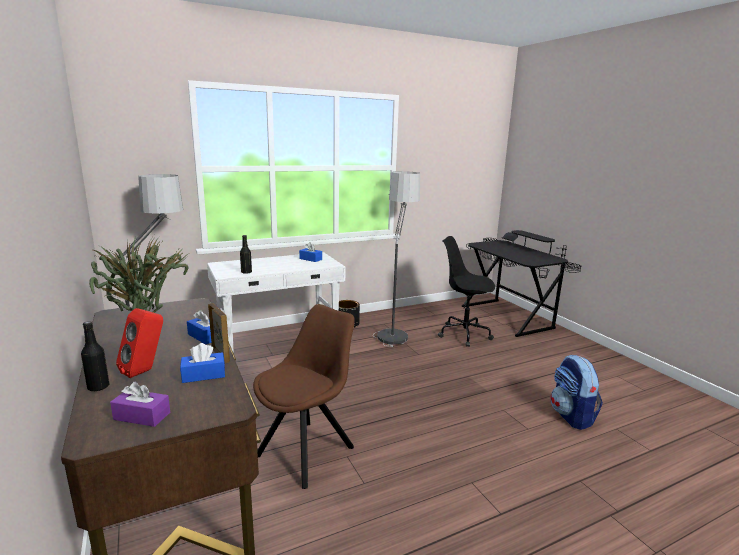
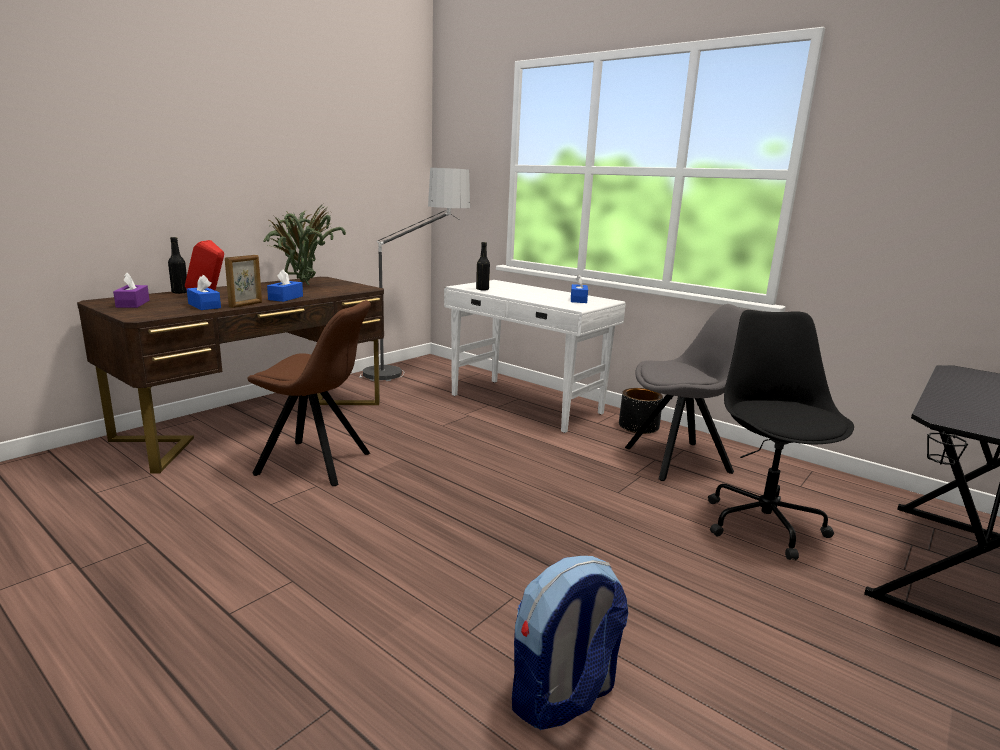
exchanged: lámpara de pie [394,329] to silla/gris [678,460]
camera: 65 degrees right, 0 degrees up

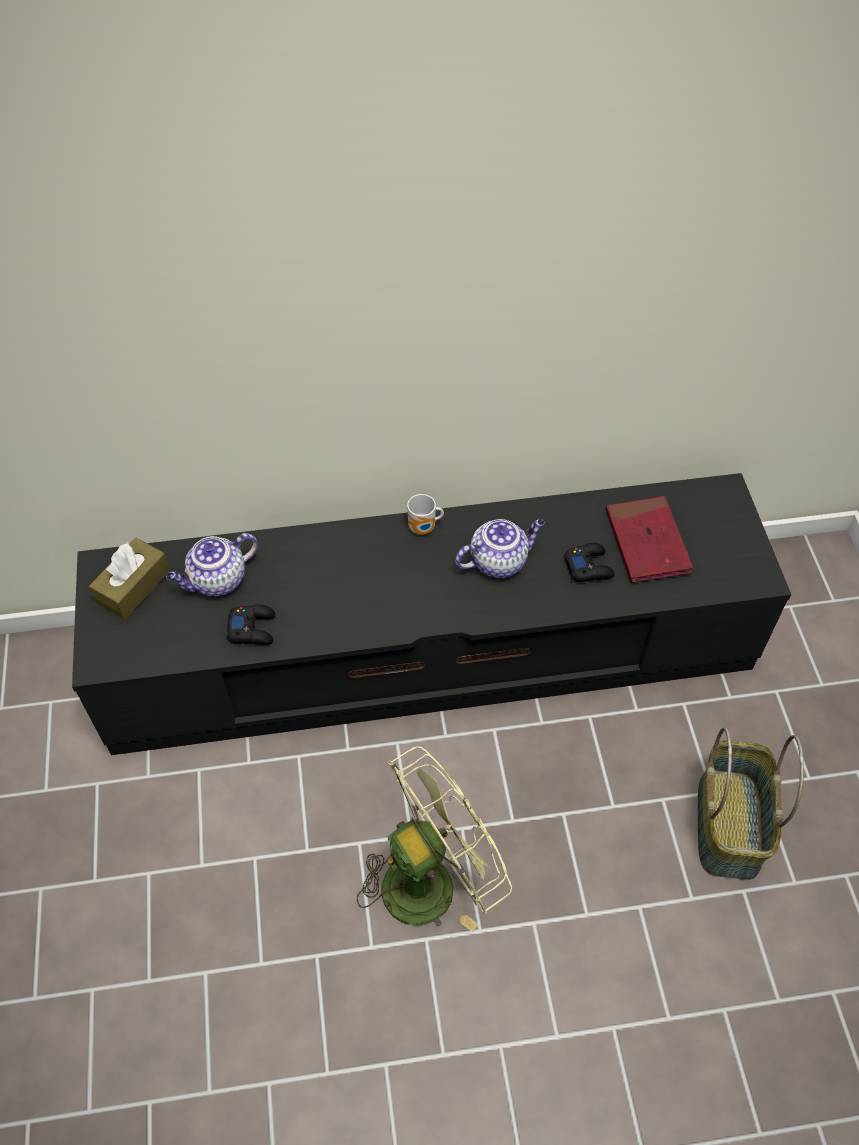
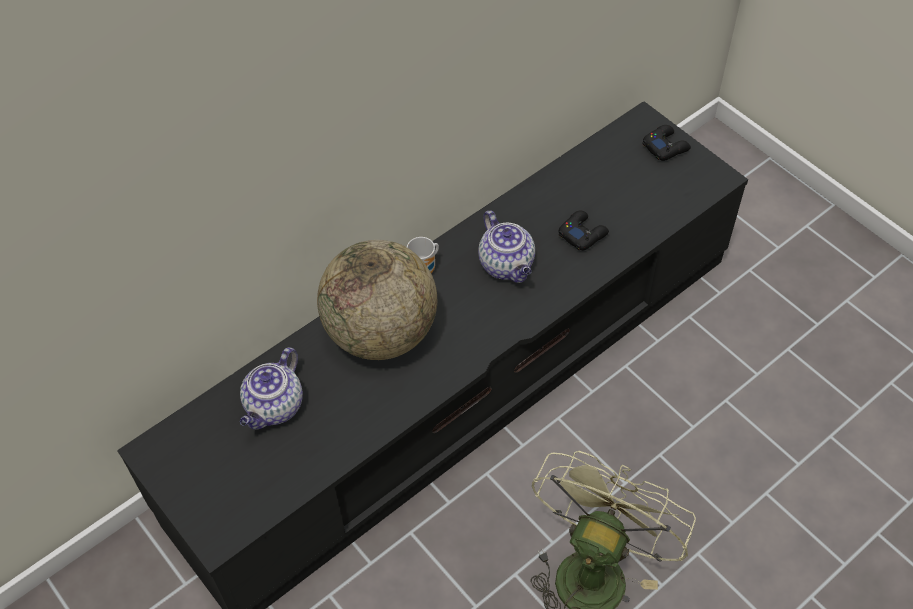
missing: caja de pañuelos/marrón [133,587]; libro/rojo [647,542]; cesta [730,825]
appeared: globo terráqueo [382,333]
relocated: mando de consola/negro [252,628] to [665,146]
spun: tetera [499,561] = [507,265] 120 degrees clockwise
camera: 30 degrees left, 0 degrees up

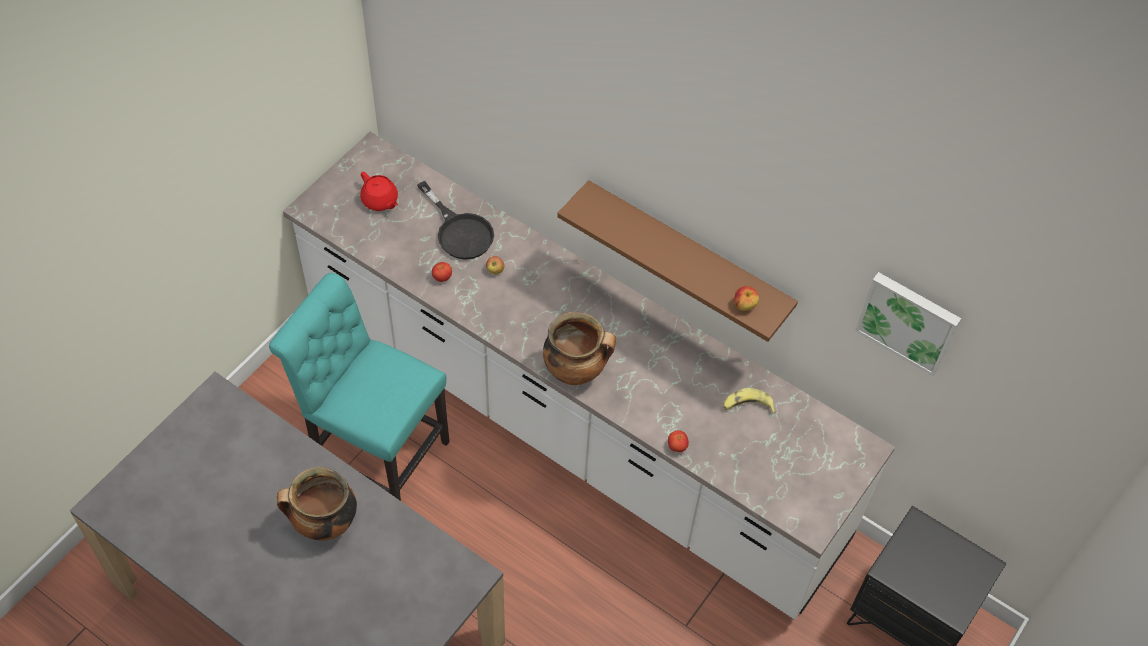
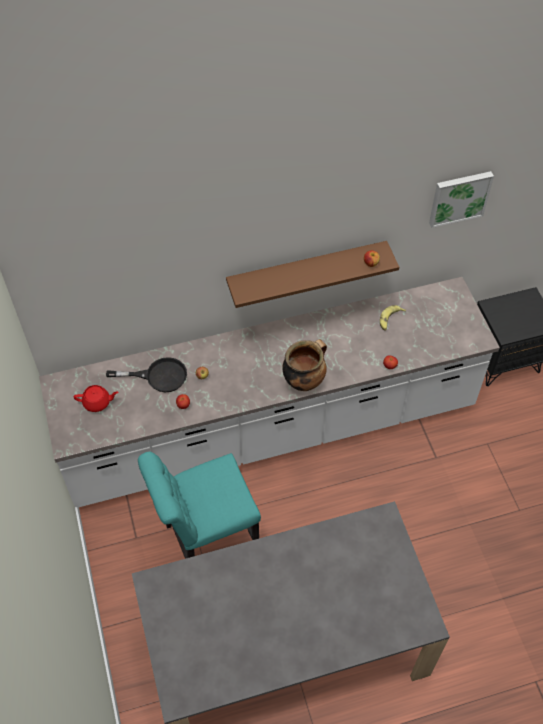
missing: olla [324,524]
camera: 50 degrees left, 0 degrees up

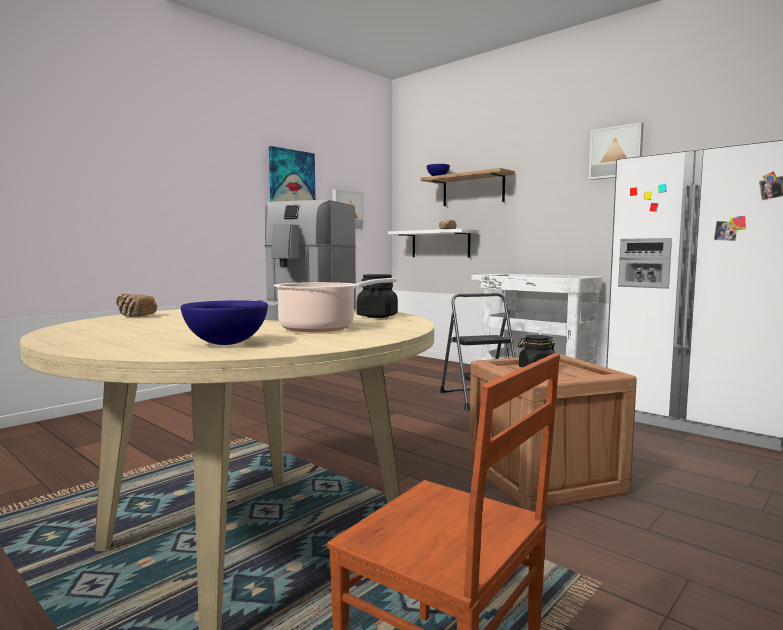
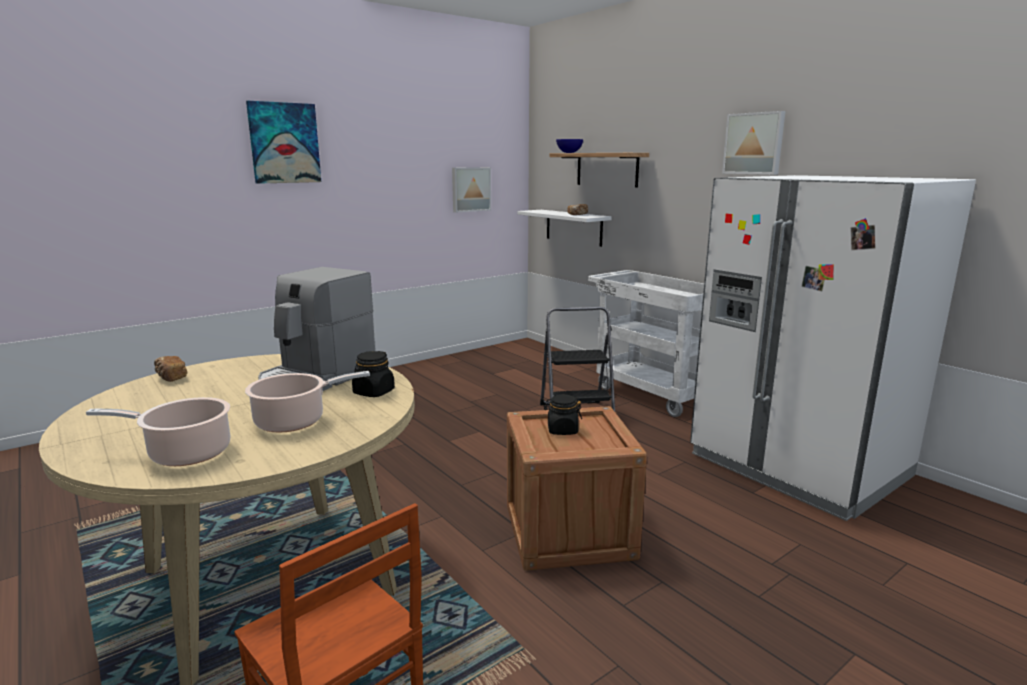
relocated: cuadro [291,182] to [284,143]
exchanged: cuenco/azul [225,343] to olla [184,453]
camera: 10 degrees right, 10 degrees up

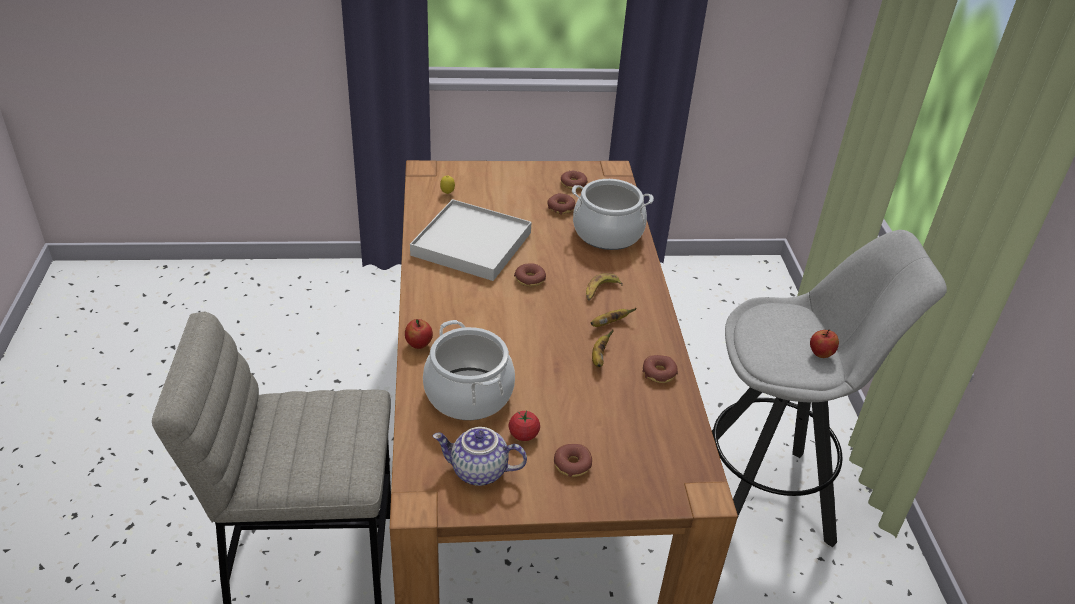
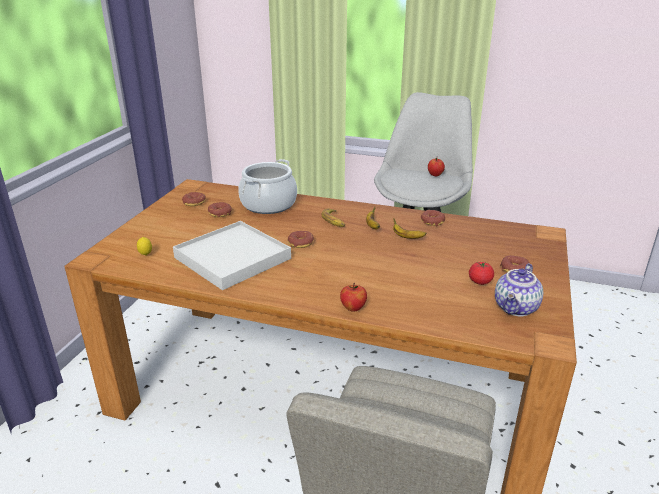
missing: olla [468,394]
camera: 65 degrees left, 10 degrees down

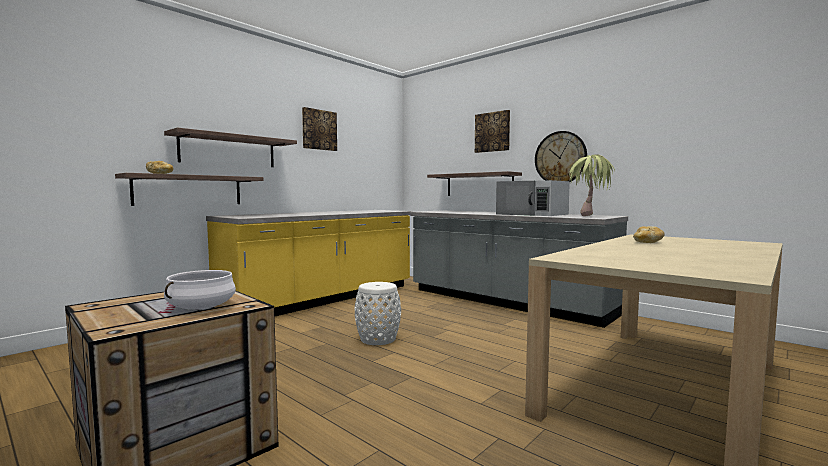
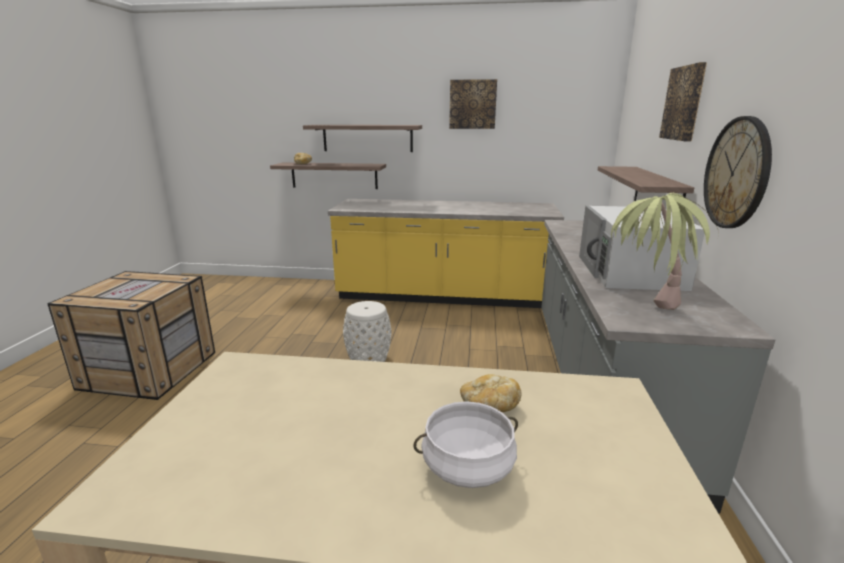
relocated: olla/blanco [201,307] to [468,466]
camera: 55 degrees right, 15 degrees up

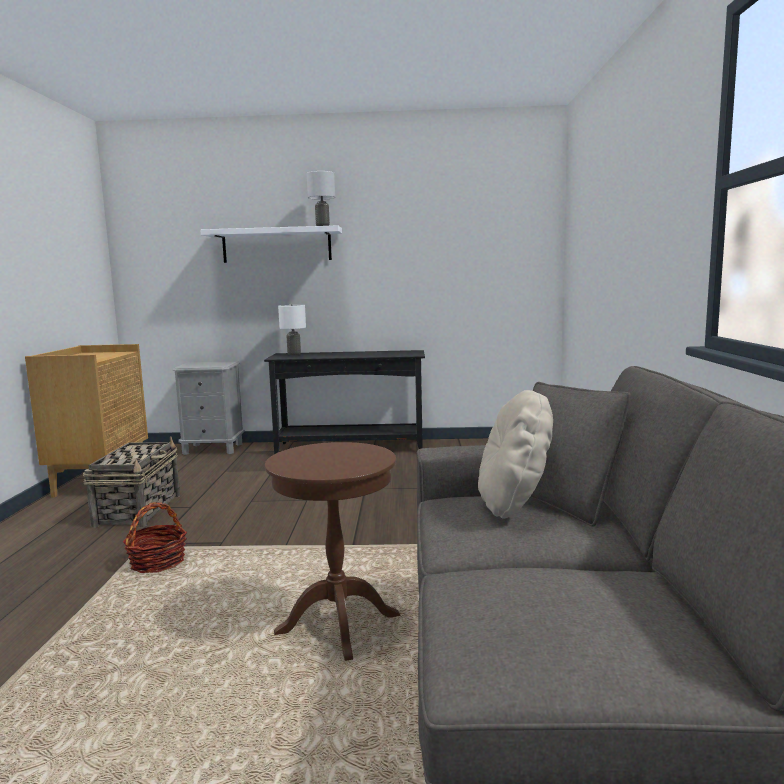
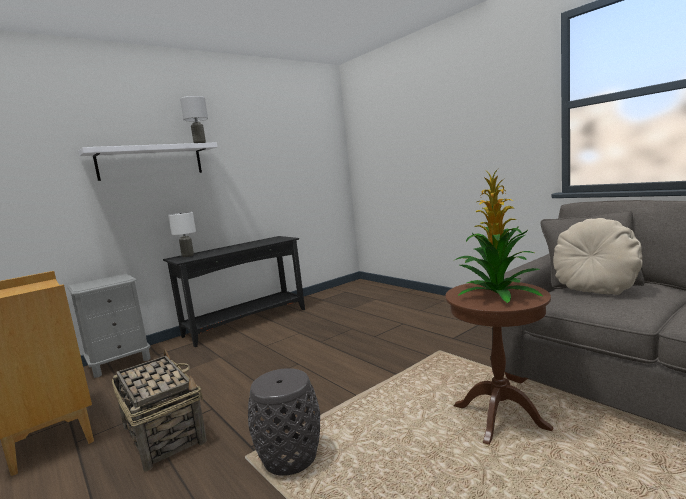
appeared: planta en maceta [496,293]
exchanged: cesta [157,562] to taburete/gris [290,457]
camera: 40 degrees left, 0 degrees up

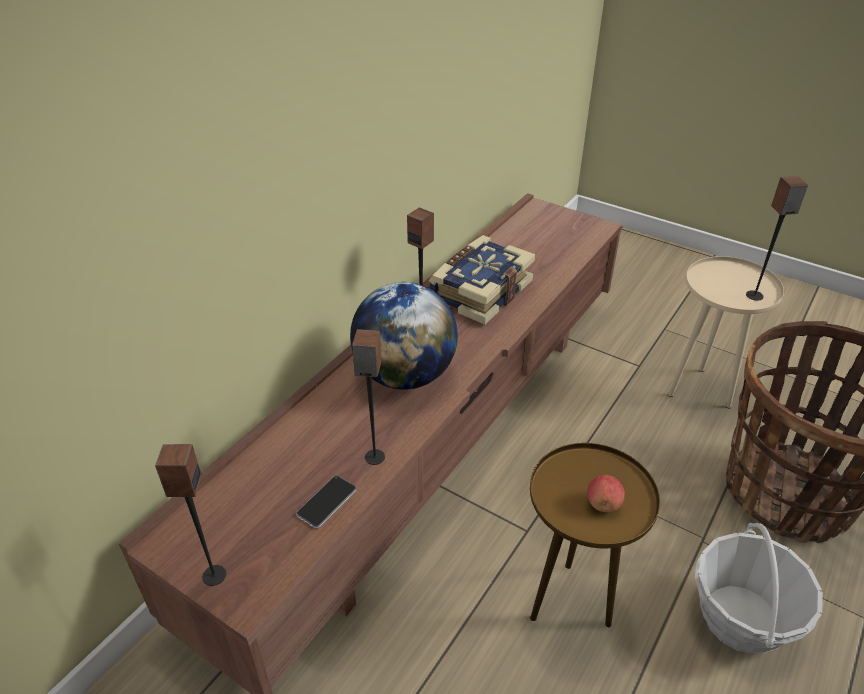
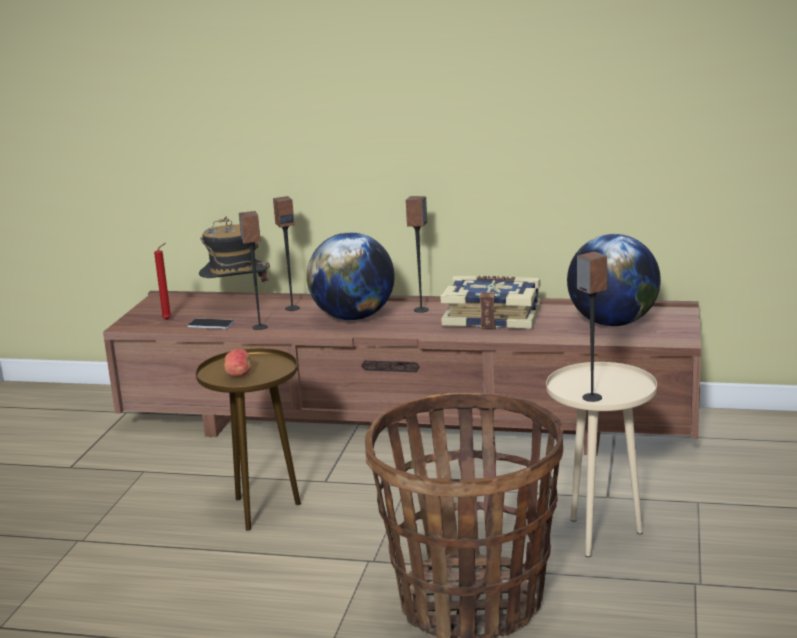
missing: cesta [741,618]
appeared: vela/rojo [168,320]; sombrero [237,301]; globo terráqueo [613,323]
relocated: altavoz [213,575] to [292,308]
camera: 70 degrees right, 20 degrees down

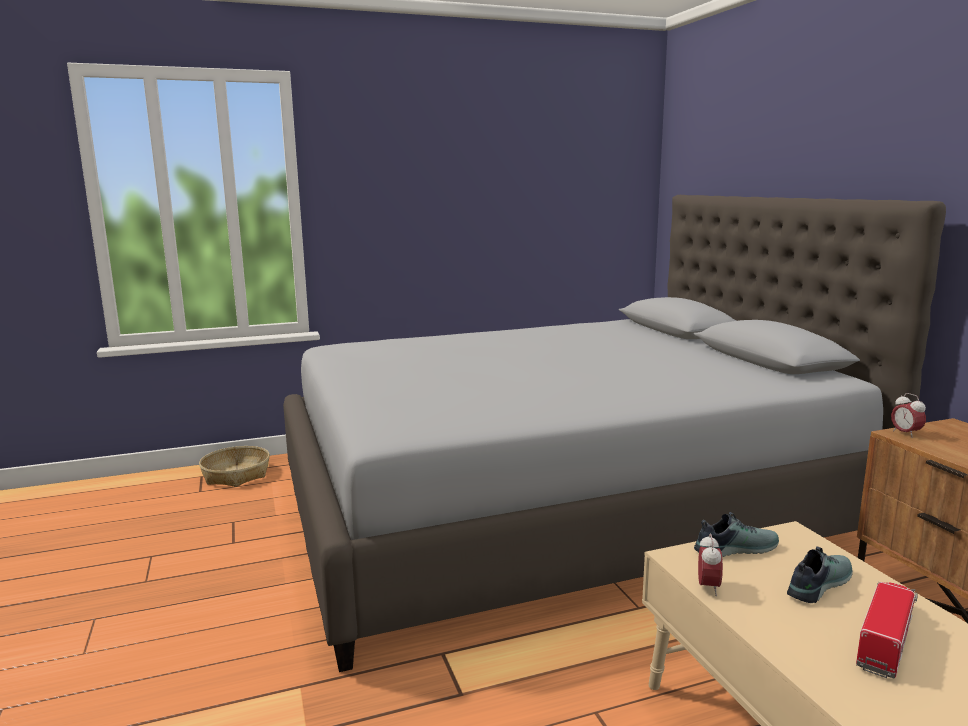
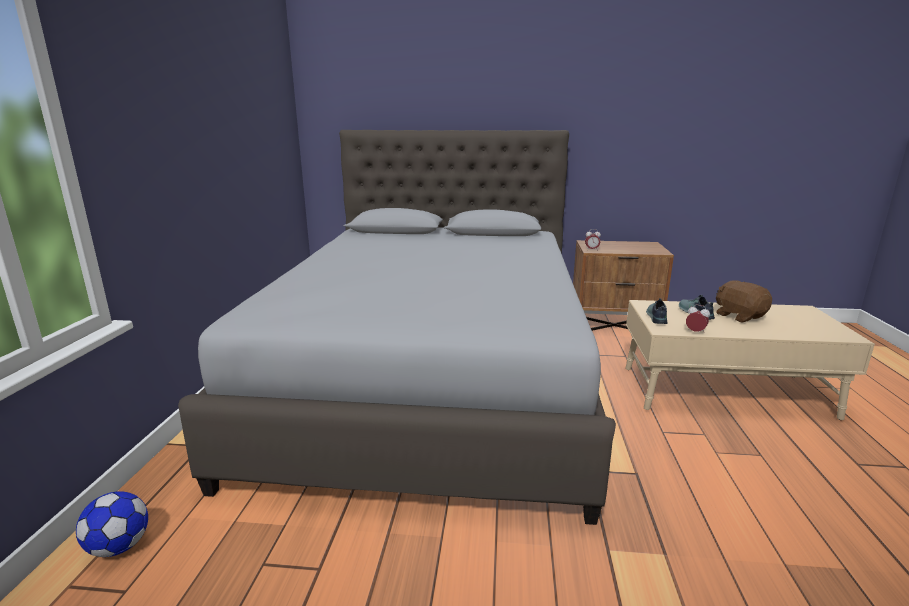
exchanged: cesta [236,475] to balón de fútbol [119,547]; camión de juguete [886,637] to peluche/marrón [739,316]
camera: 65 degrees left, 5 degrees up

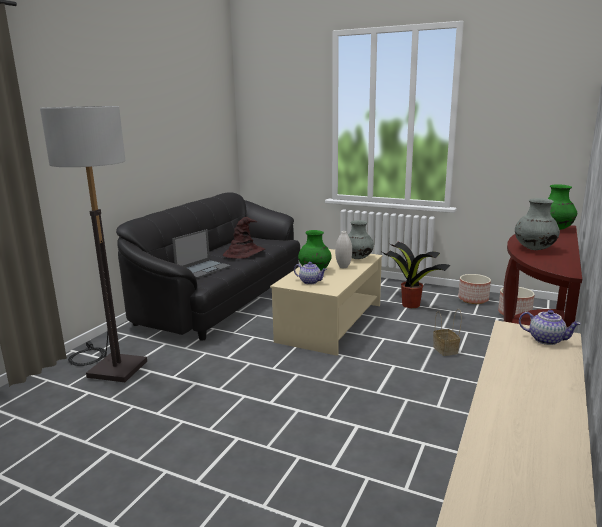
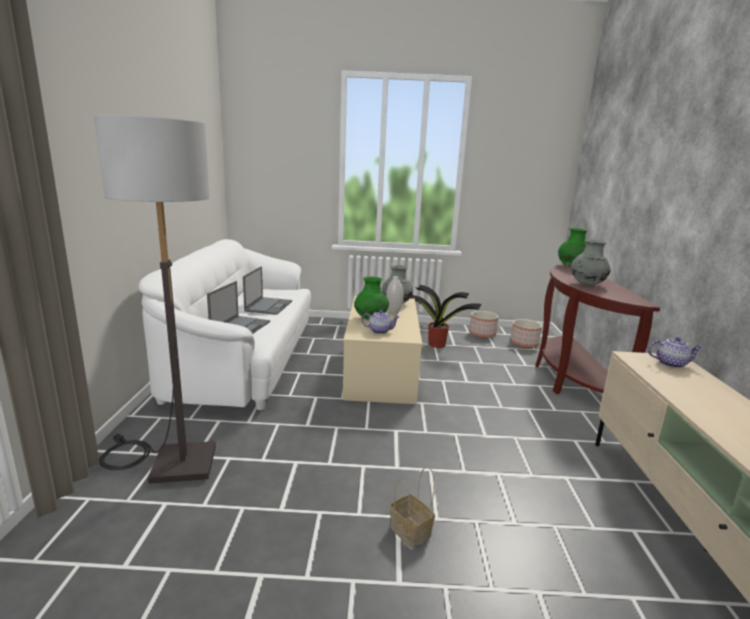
relocated: cesta [446,350] to [412,532]
exchanged: sombrero/marrón [244,253] to portátil [269,306]
colour: sofá/negro [222,298] to sofá/blanco [245,359]
camera: 25 degrees left, 0 degrees up

